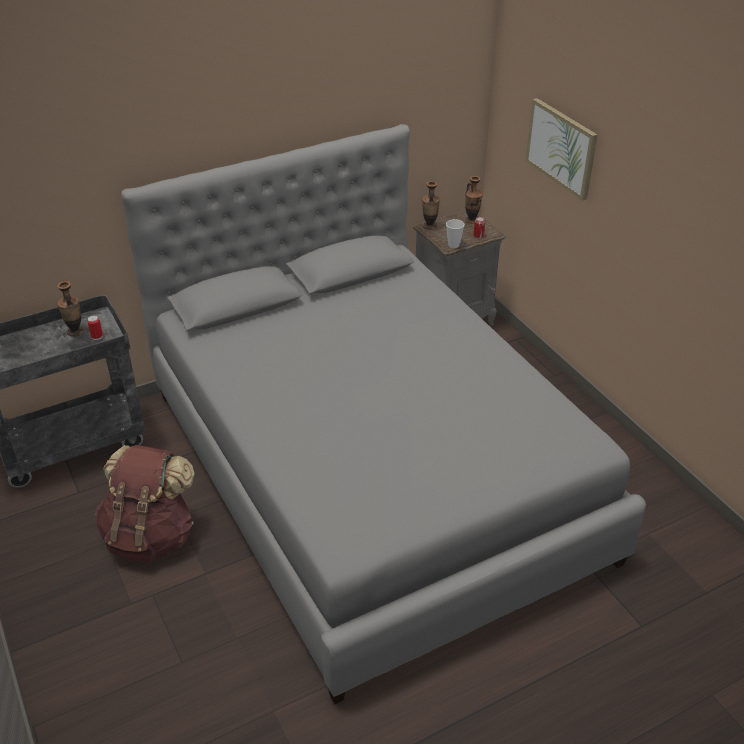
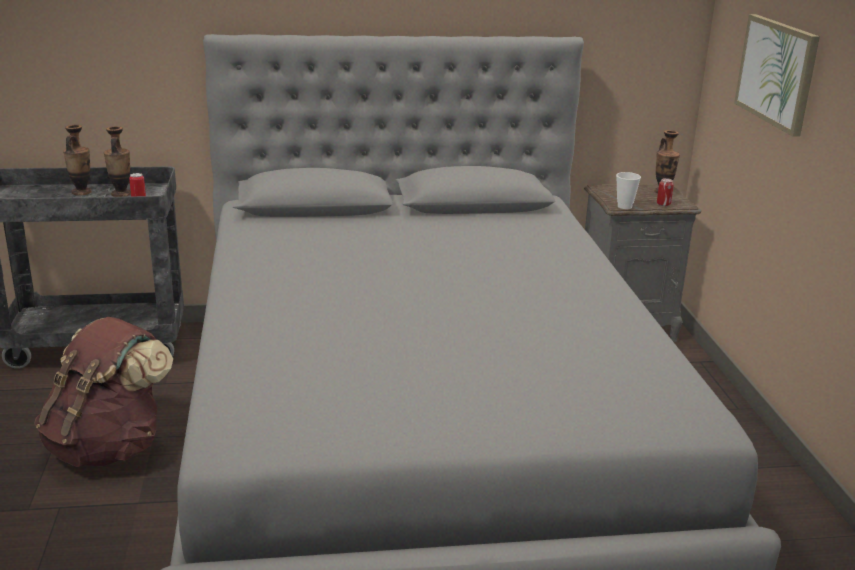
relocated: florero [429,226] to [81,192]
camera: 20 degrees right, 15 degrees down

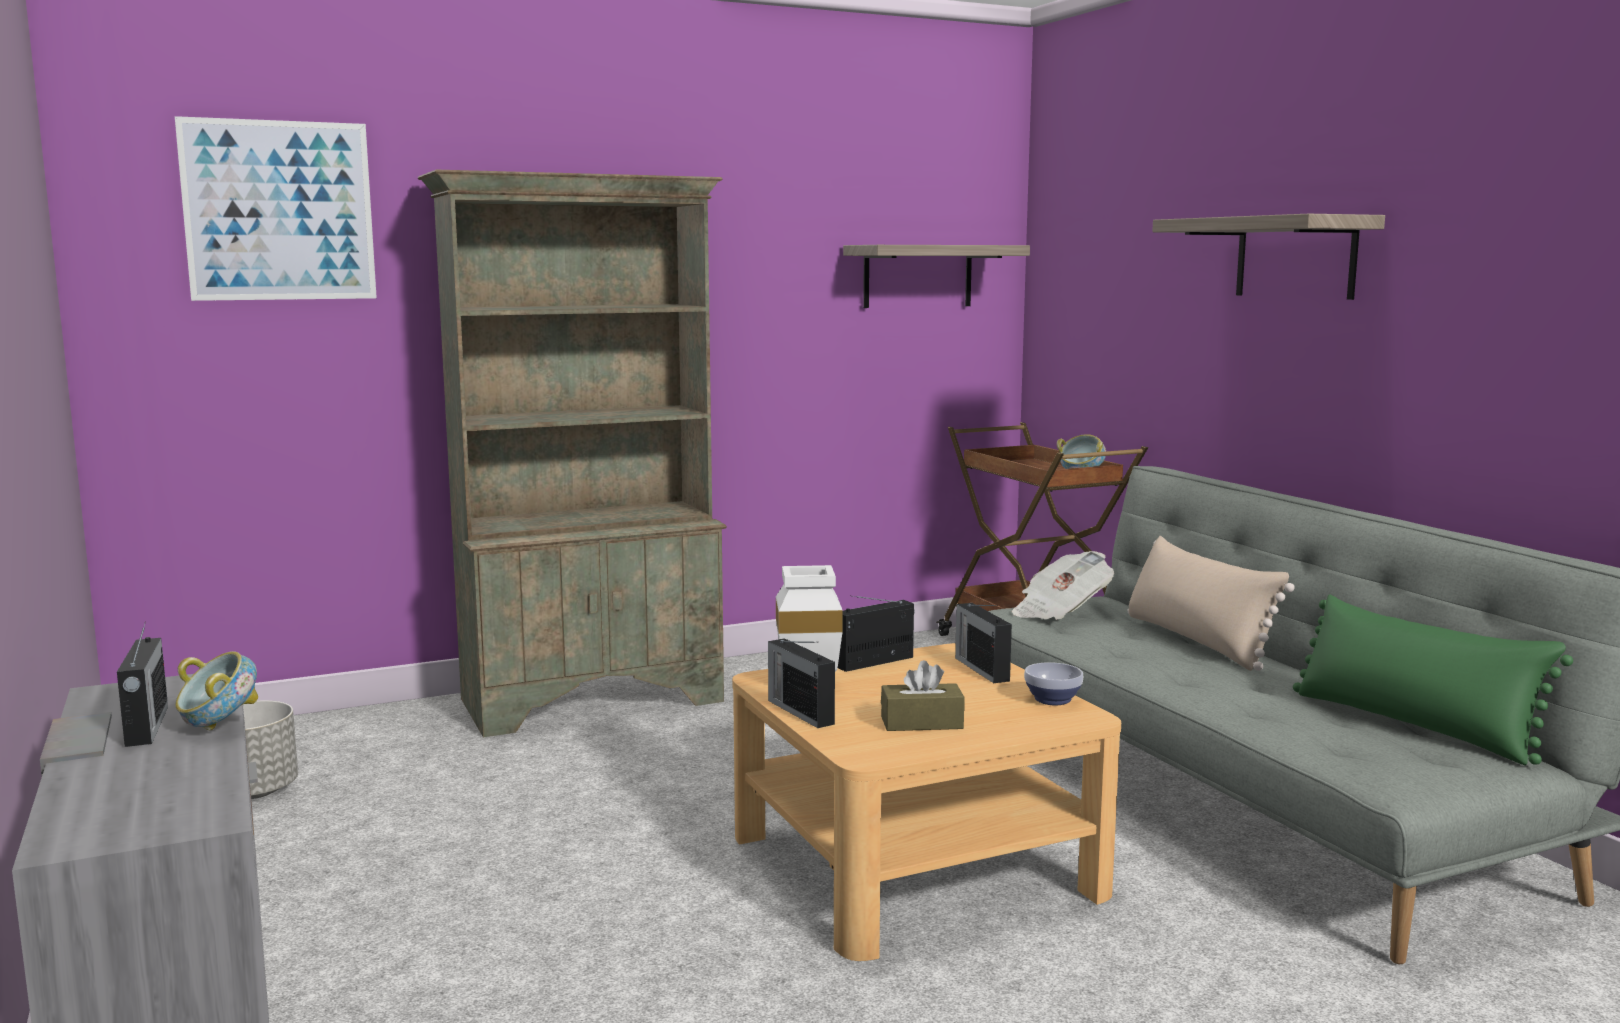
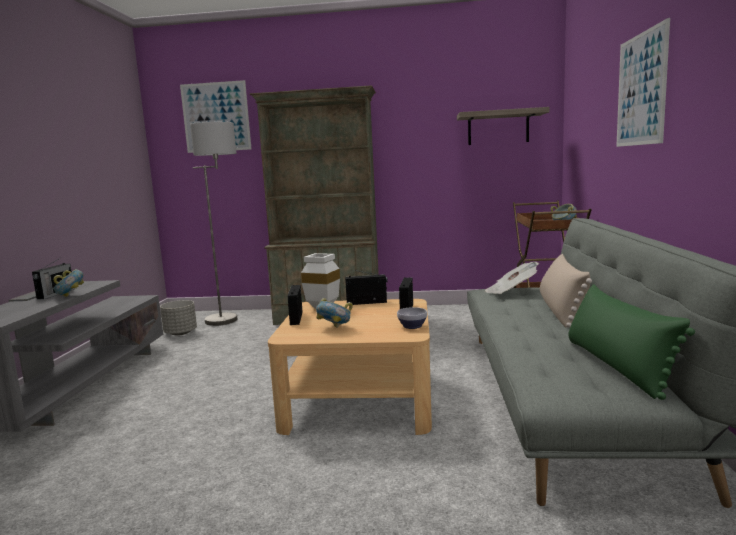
appeared: lámpara de pie/gris [229,321]
exchanged: caja de pañuelos/marrón [921,723] to cuenco [334,328]; estante [1295,257] to cuadro [641,89]
camera: 30 degrees right, 0 degrees up

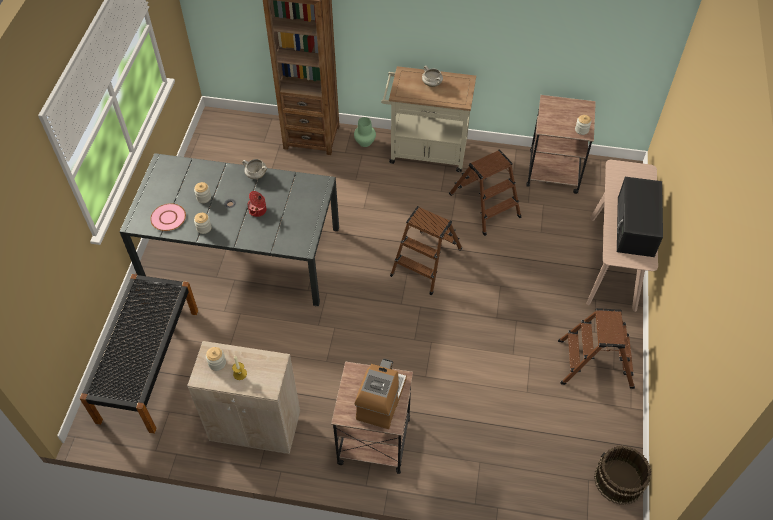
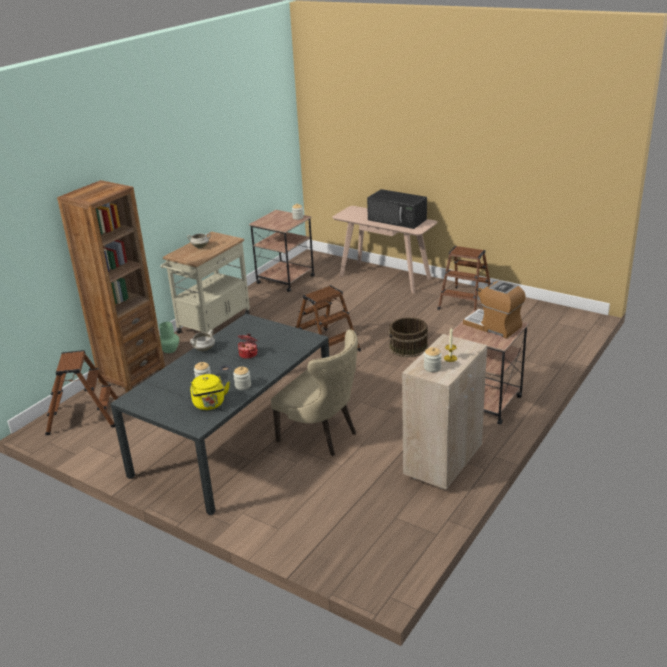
missing: banco/negro [148,364]
appeared: silla/beis [321,436]
relocated: escalera de tijera/marrón [484,205] to [84,417]; cubo/marrón [618,481] to [408,347]
exchanged: plato/rosa [168,218] to hervidor/amarillo [210,405]
camera: 65 degrees left, 25 degrees down

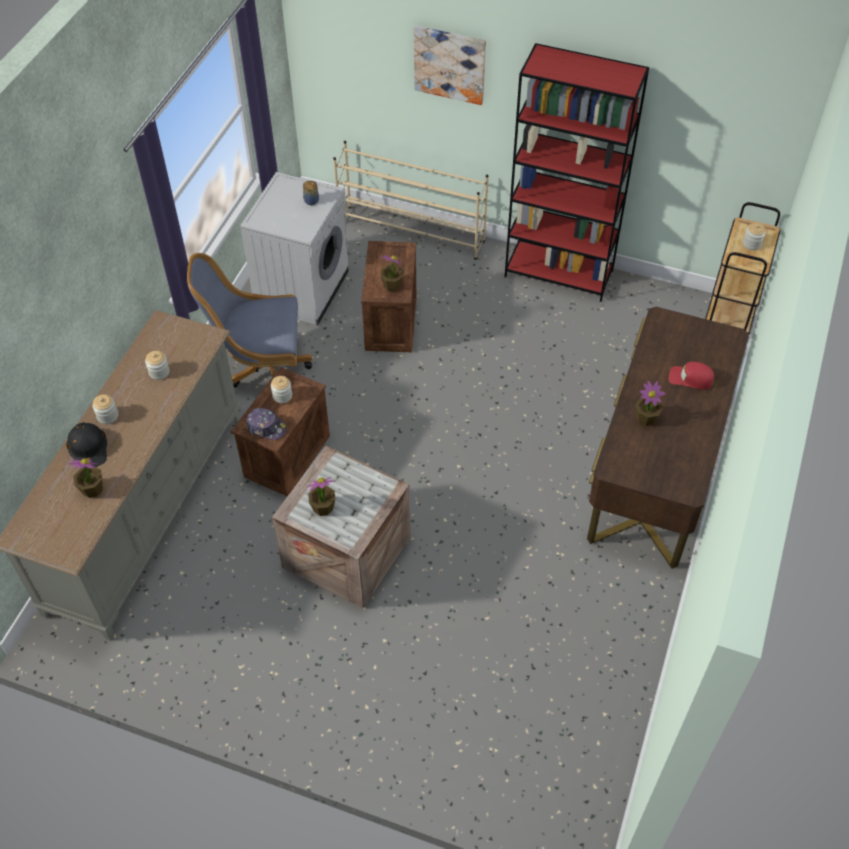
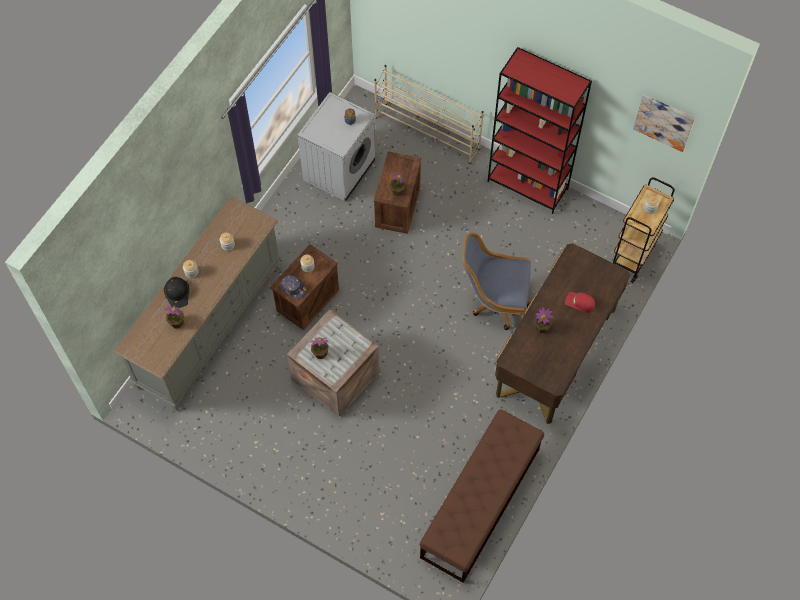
appeared: banco/marrón [480,503]
relocated: silla de oficina/azul [261,368] to [495,302]; cuadro [450,64] to [664,121]
camera: 10 degrees right, 10 degrees up

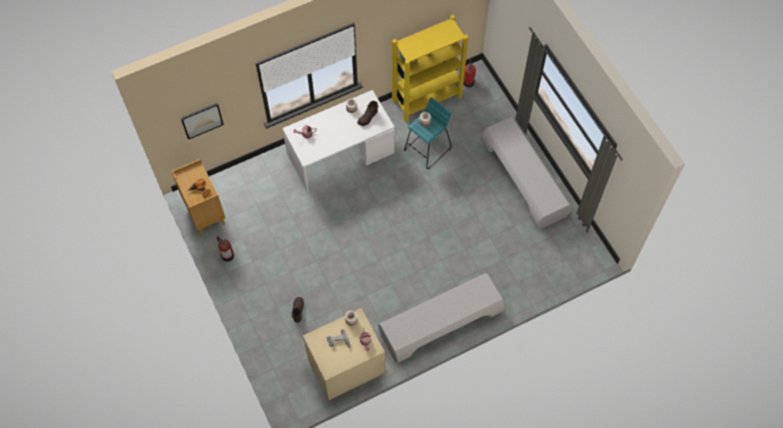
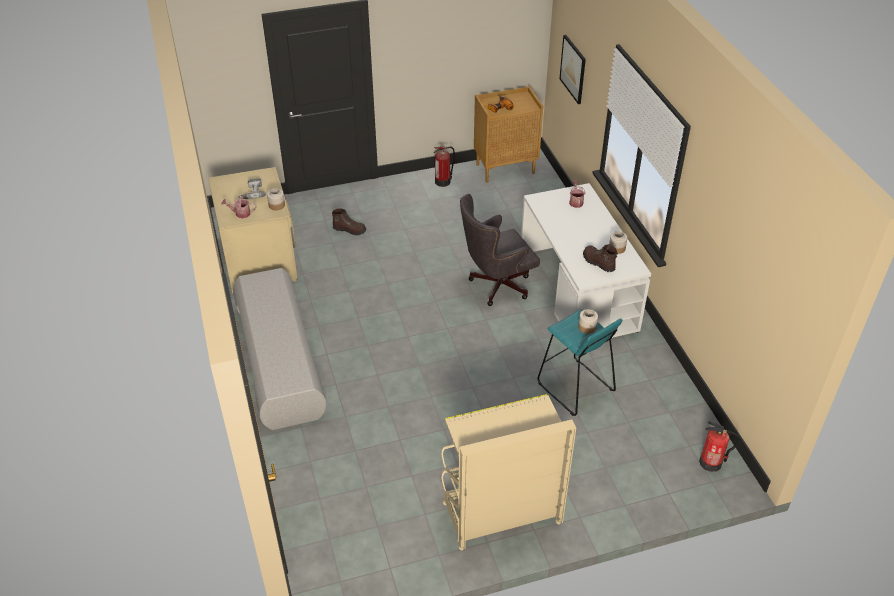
missing: estantería/amarillo [427,98]
appeared: silla de oficina/gris [496,287]
exchanged: banco/gris [524,178] to zapatero/beis [499,508]
camera: 100 degrees right, 20 degrees down

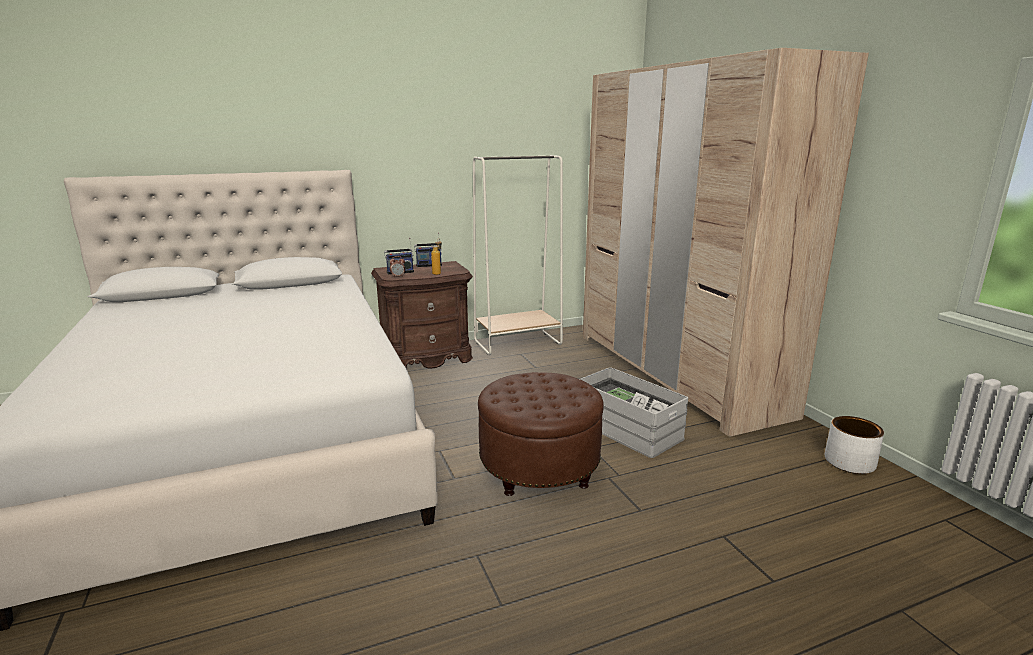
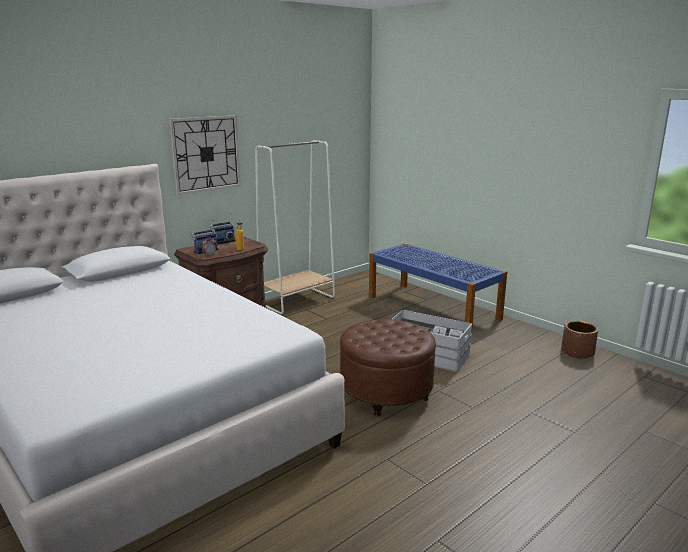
appeared: reloj de pared [206,154]
exchanged: armario ropero/beis [675,372] to banco/azul [433,307]
colour: maceta/blanco [850,462] to maceta/marrón [577,352]
camera: 20 degrees left, 0 degrees up

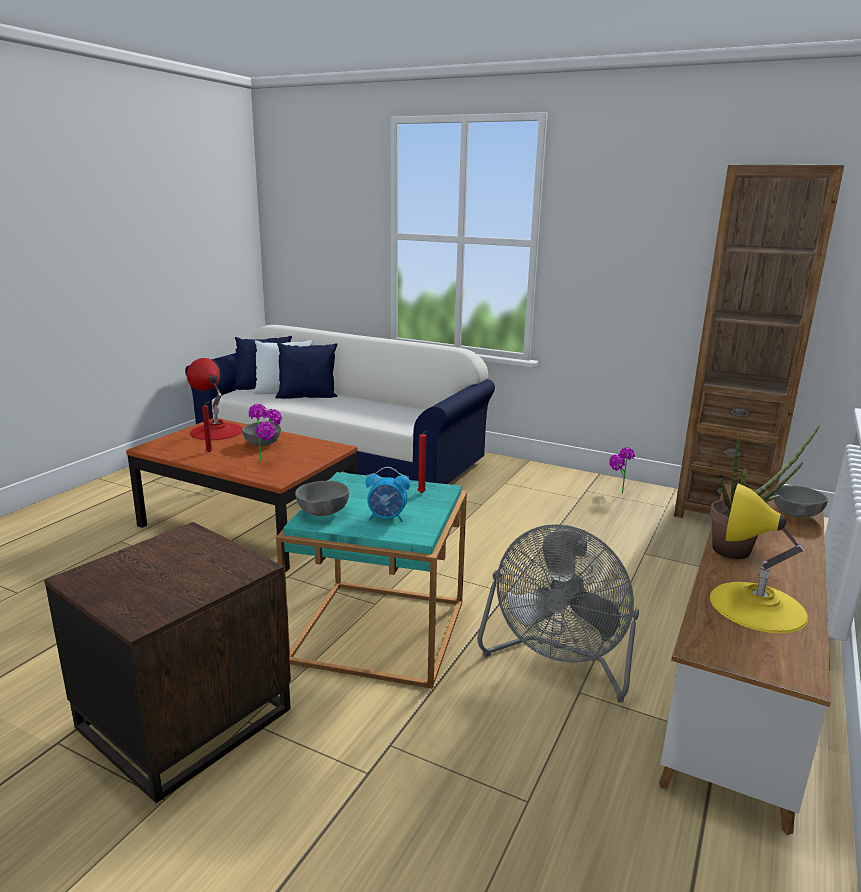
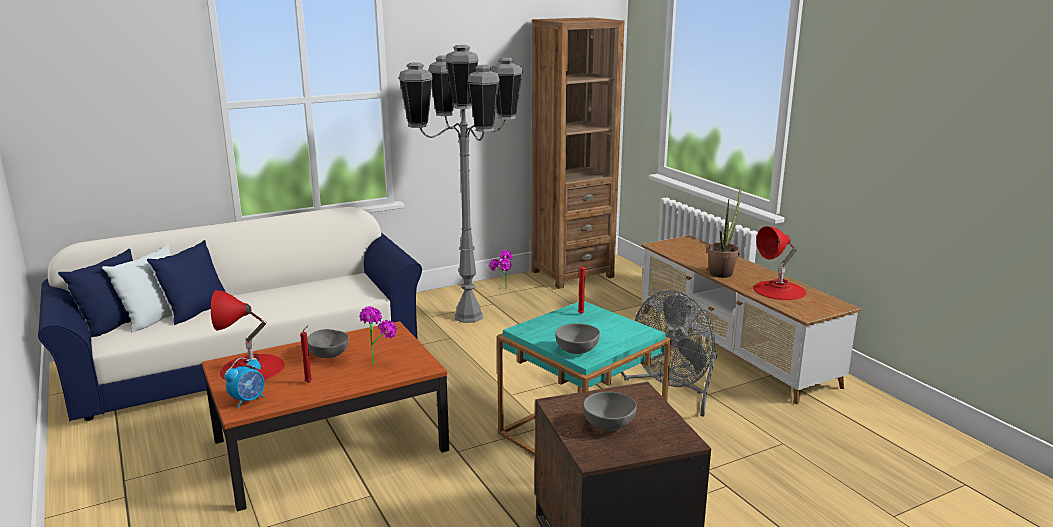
appeared: lámpara de pie/gris [469,316]
relocated: despertador [387,518] to [248,400]; cuenco/gris [796,515] to [609,426]
colour: lámpara de mesa/amarillo [757,606] to lámpara de mesa/rojo [779,290]
spun: ventilador/gris [554,659] = [672,389] 75 degrees clockwise
camera: 55 degrees left, 0 degrees up

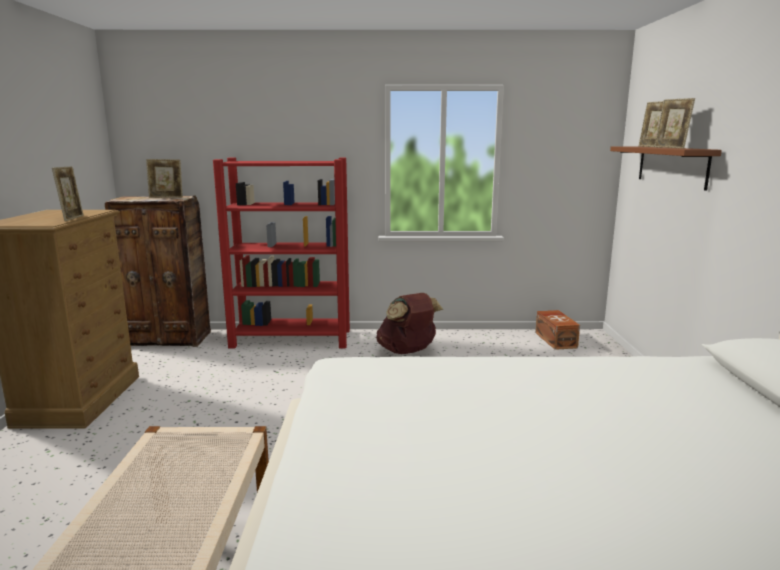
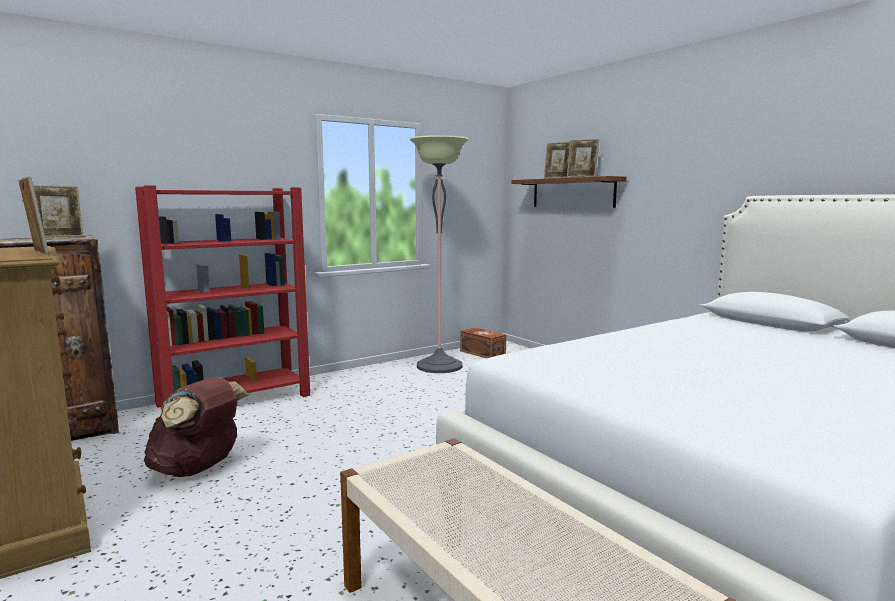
appeared: lámpara de pie [439,366]
relocated: mochila/marrón [407,351] to [198,469]
camera: 35 degrees left, 5 degrees down

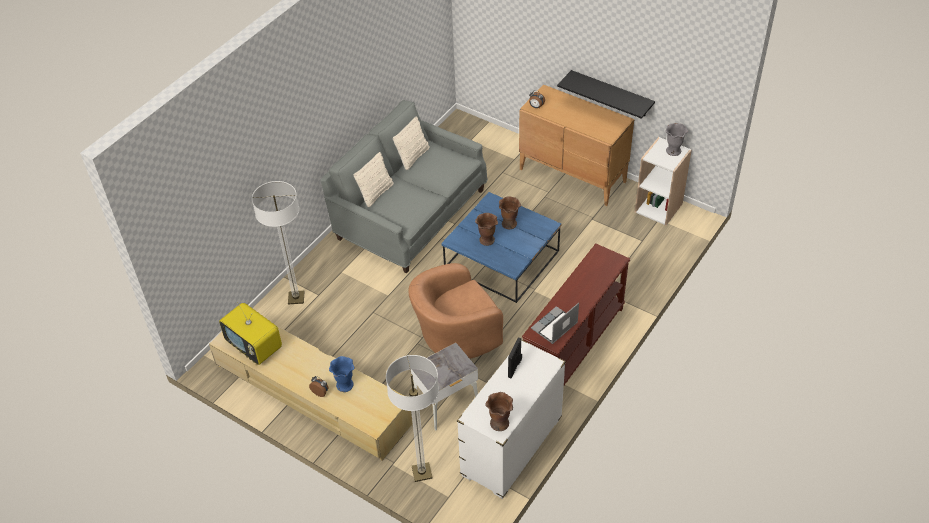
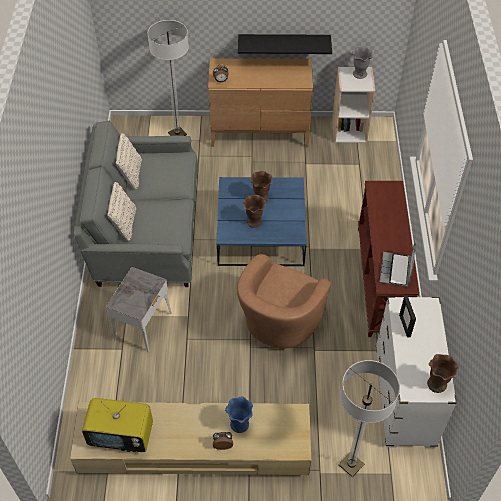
relocated: lámpara de pie [296,298] to [177,134]; mesa auxiliar [447,404] to [144,325]
camera: 35 degrees left, 5 degrees up

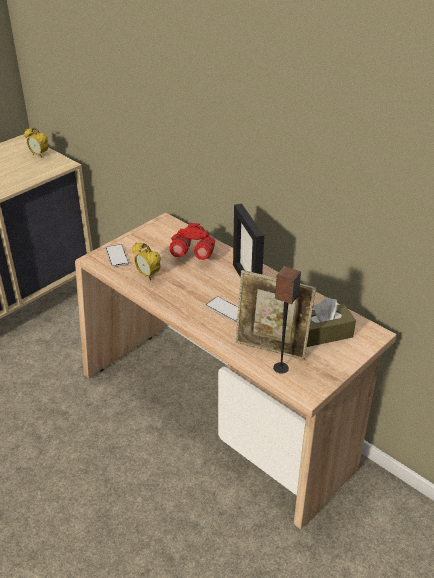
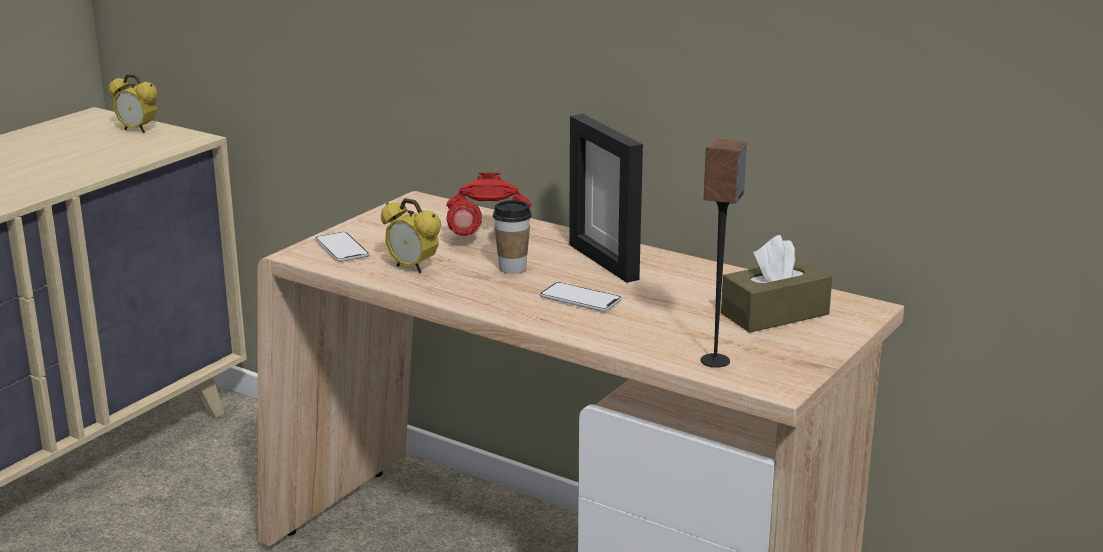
missing: portarretratos [271,348]
appeared: taza [512,268]
camera: 10 degrees left, 15 degrees down

